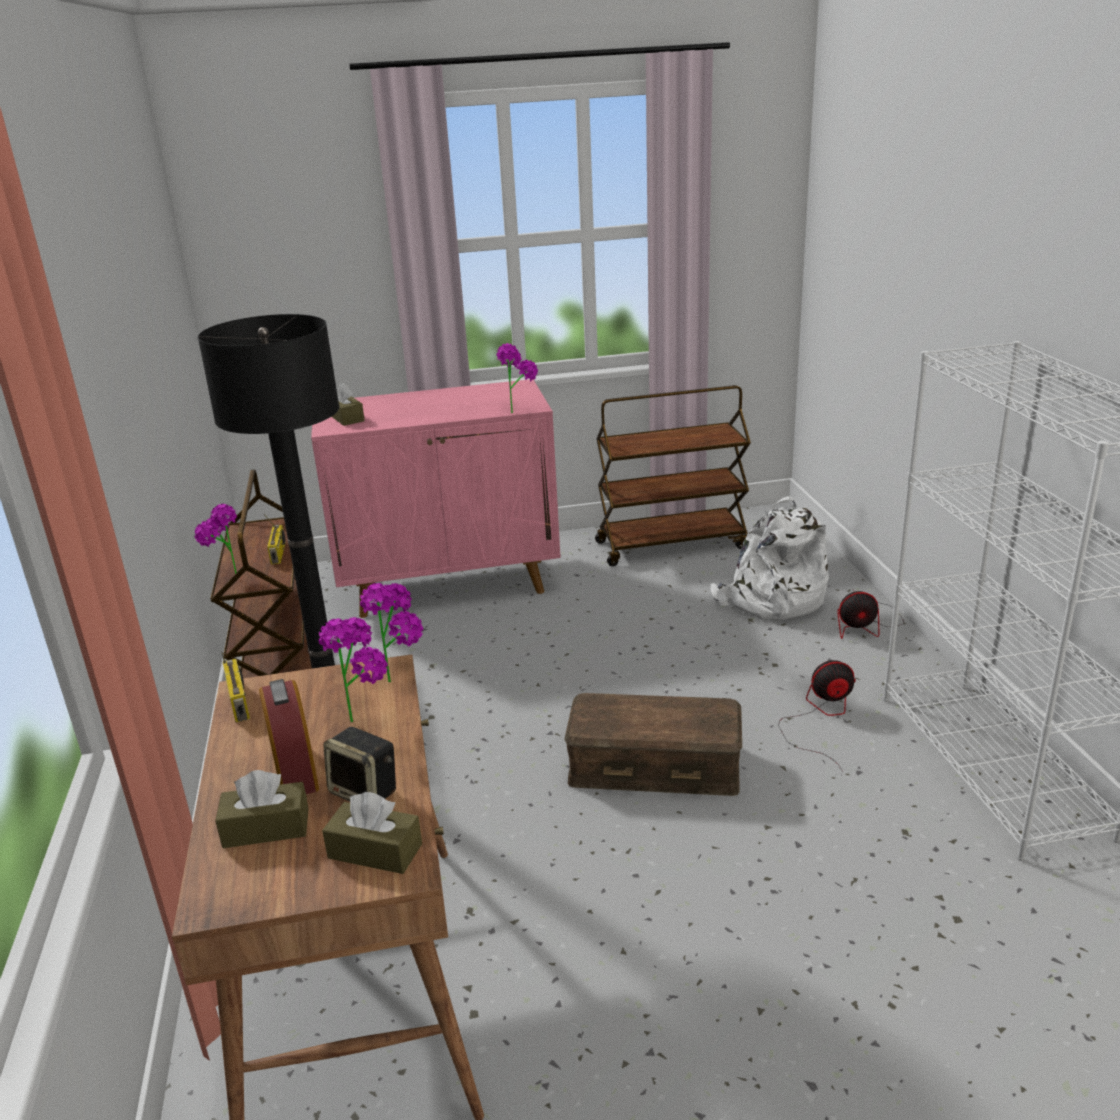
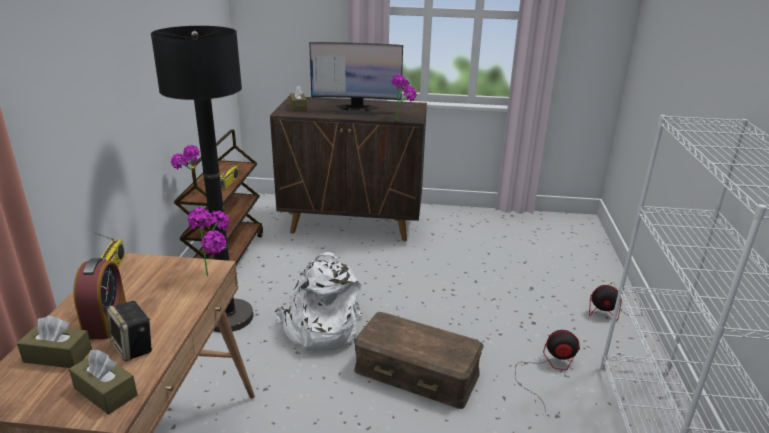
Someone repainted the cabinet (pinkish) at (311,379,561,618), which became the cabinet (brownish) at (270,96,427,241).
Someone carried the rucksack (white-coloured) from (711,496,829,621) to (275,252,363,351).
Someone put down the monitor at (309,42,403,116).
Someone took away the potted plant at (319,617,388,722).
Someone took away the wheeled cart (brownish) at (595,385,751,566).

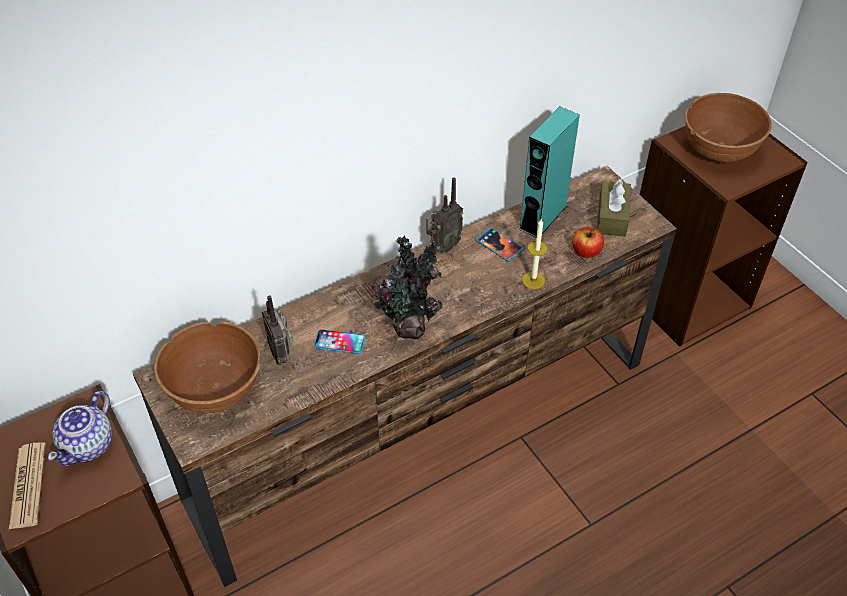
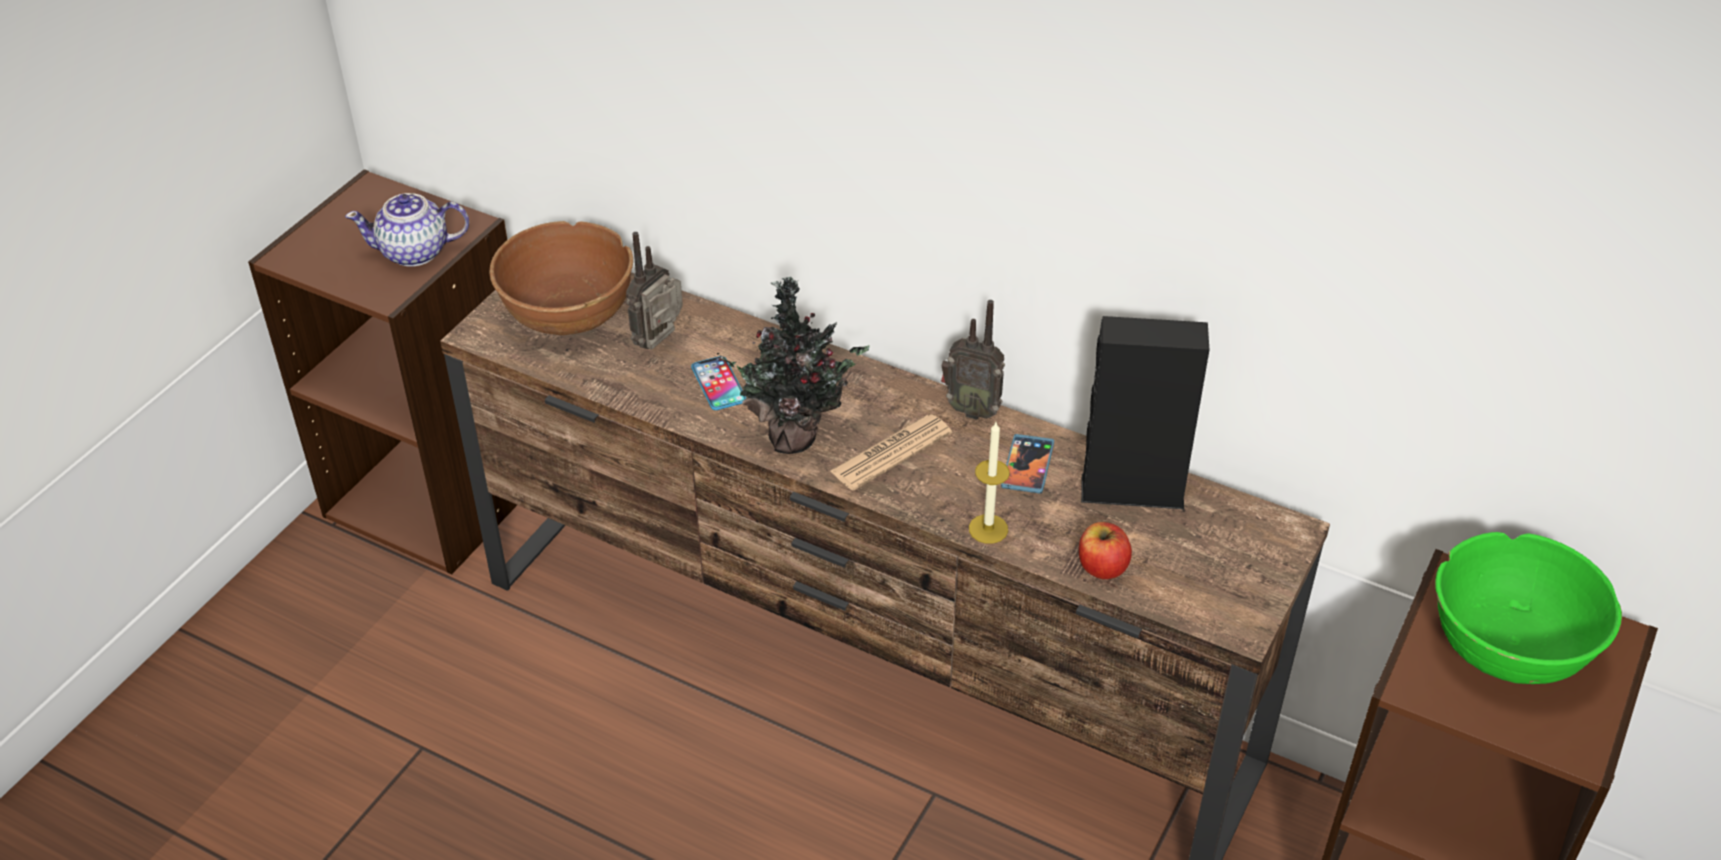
Someone carried the newspaper from (9,442,46,529) to (830,414,952,491).
Someone repainted the loudspeaker (blue-green) at (519,106,580,237), which became the loudspeaker (black-coloured) at (1081,316,1209,509).
Someone repainted the serving bowl (brownish) at (685,93,772,162), which became the serving bowl (green-coloured) at (1435,532,1622,684).
Someone took away the tissue holder (brownish) at (597,179,631,237).

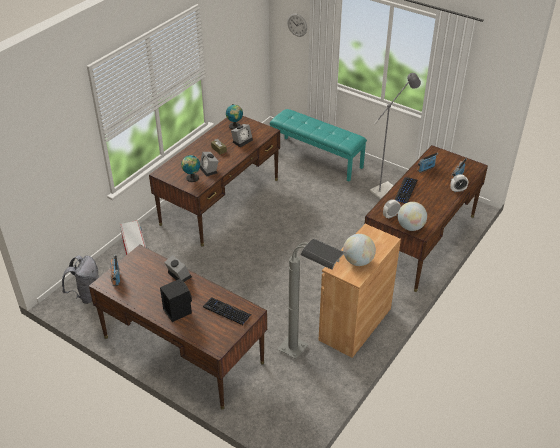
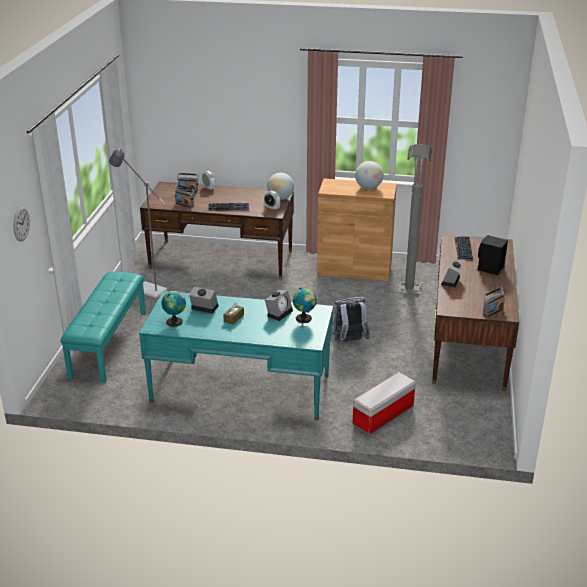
Someone repainted the desk (brownish) at (149,116,280,247), which became the desk (blue-green) at (139,291,333,421).
Someone carried the rucksack (grey) from (62,255,99,304) to (333,297,370,342).

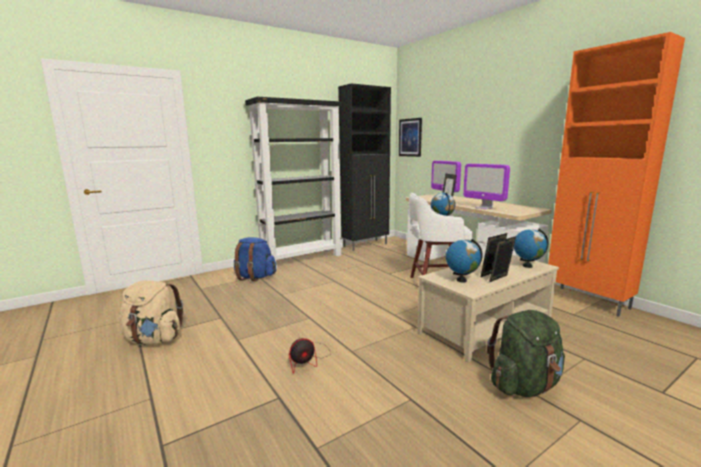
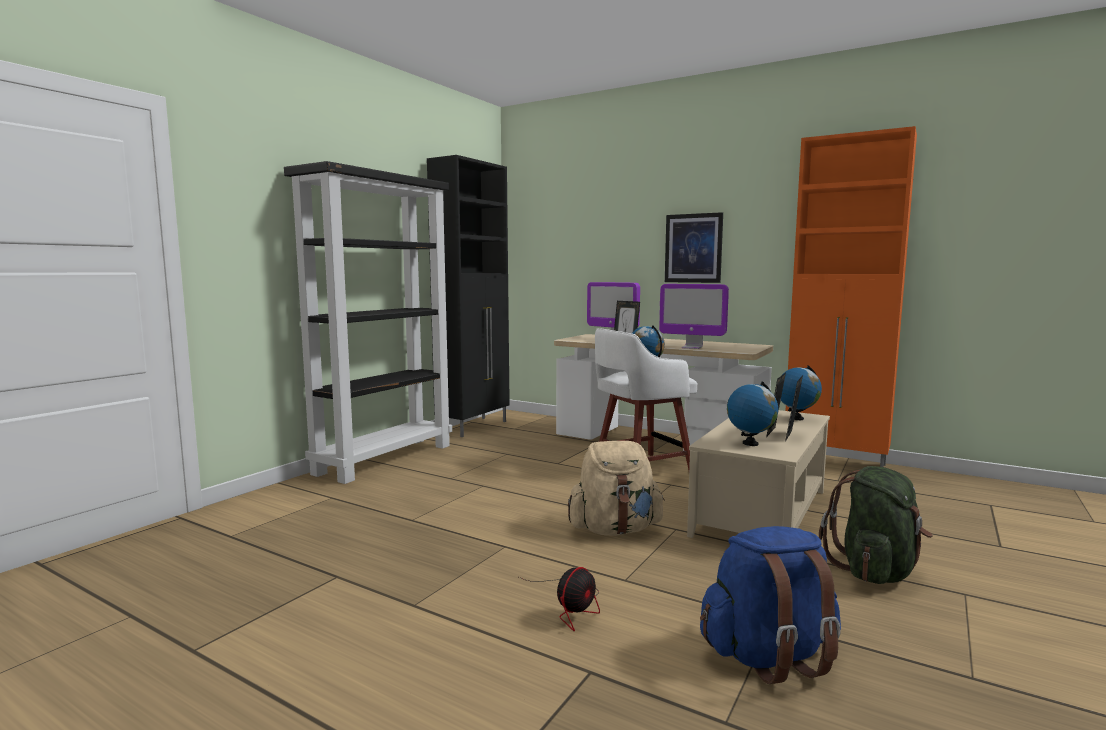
Someone carried the rucksack (beige) from (119,280,183,345) to (568,441,665,536).
Someone carried the wall art from (399,118,422,157) to (665,212,723,283).
Someone carried the rucksack (blue) from (234,237,276,281) to (700,526,841,684).

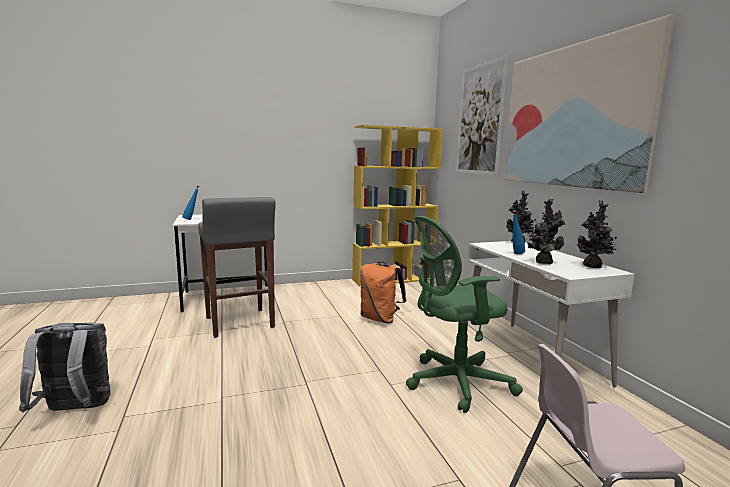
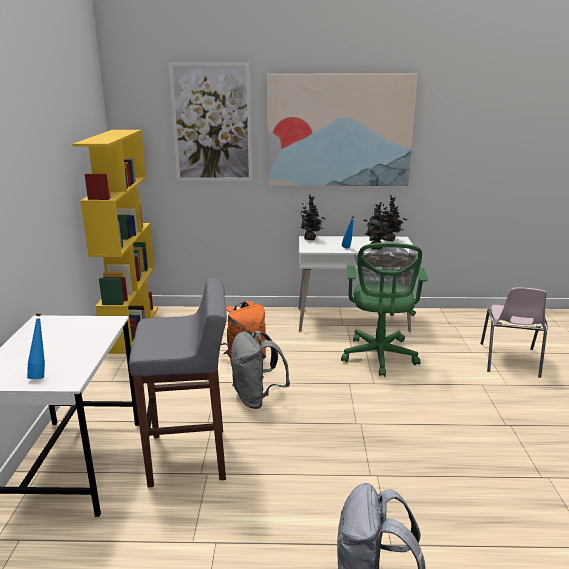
Someone put down the rucksack (grey) at (231,331,290,409).

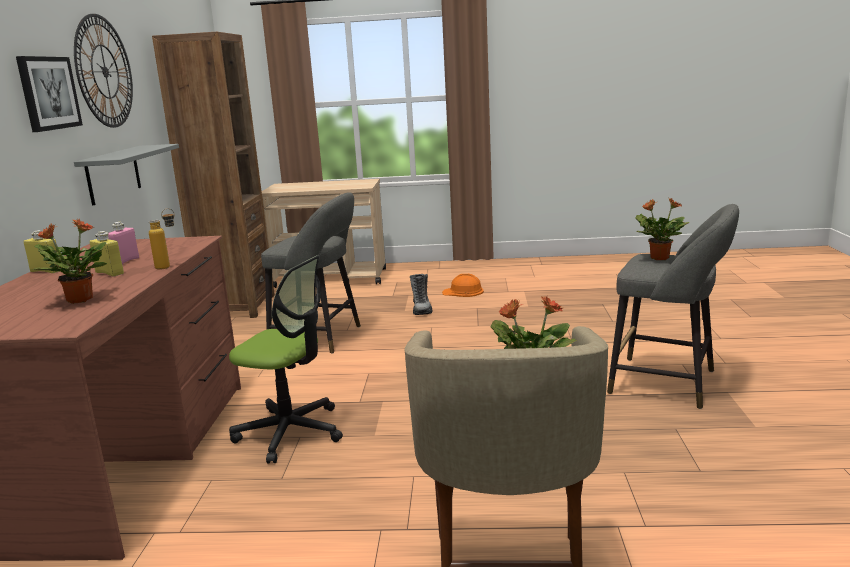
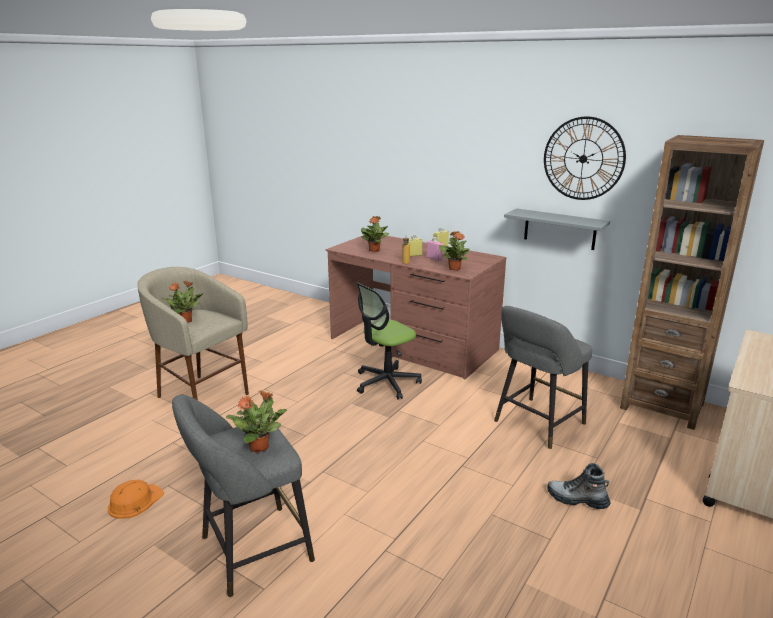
Someone carried the safety helmet (orangey) from (442,274,484,297) to (108,480,164,519).
Someone put down the potted plant at (439,231,470,271).
Someone took away the wall art at (16,56,83,132).

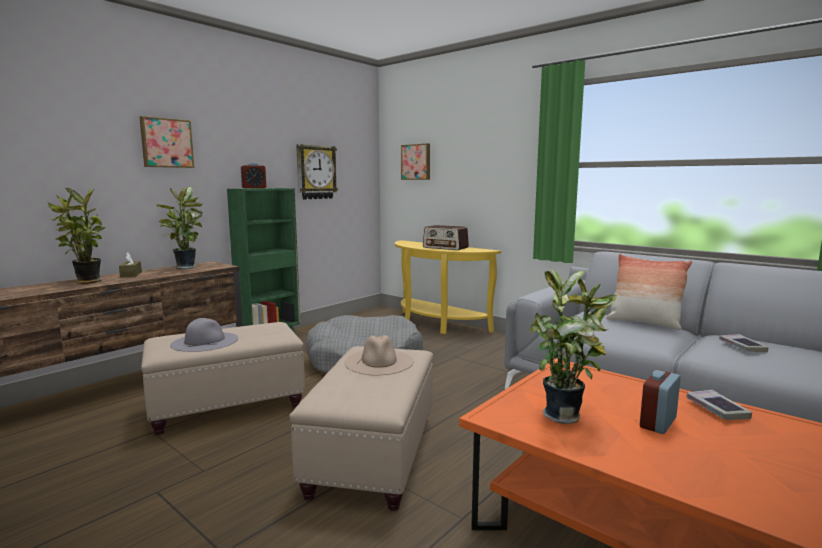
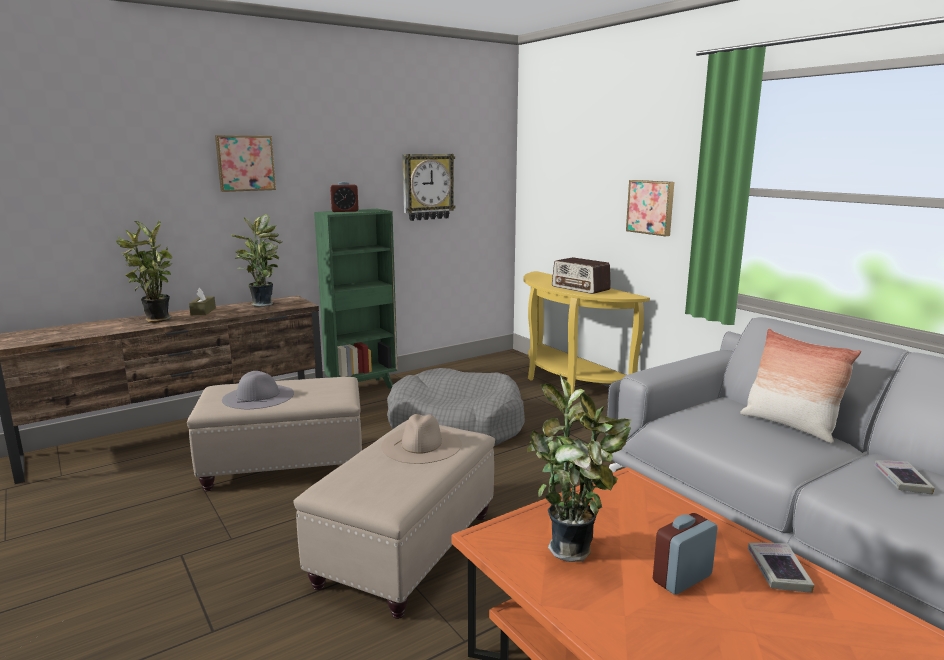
Someone carried the wall art from (401,143,430,180) to (626,180,674,236).

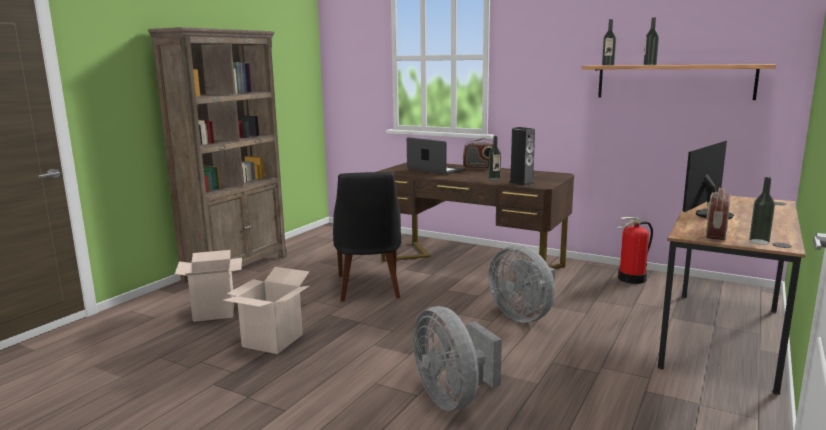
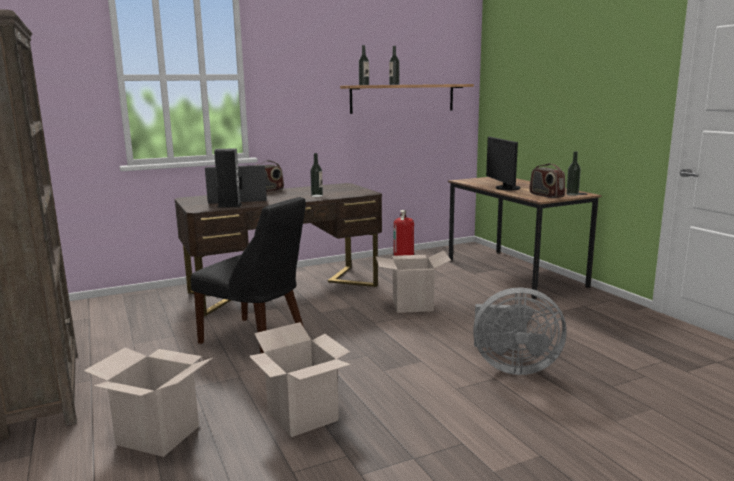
Someone carried the loudspeaker from (509,127,535,186) to (214,148,242,208).
Someone swapped the electric fan (grey) at (488,245,555,323) for the packing box at (376,251,451,313).

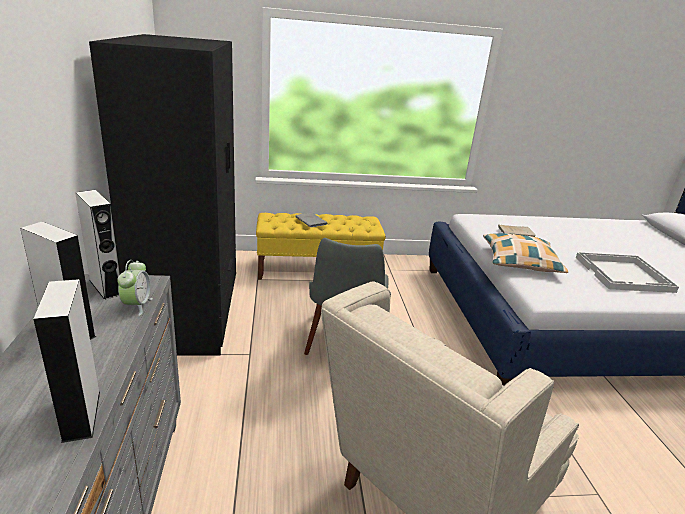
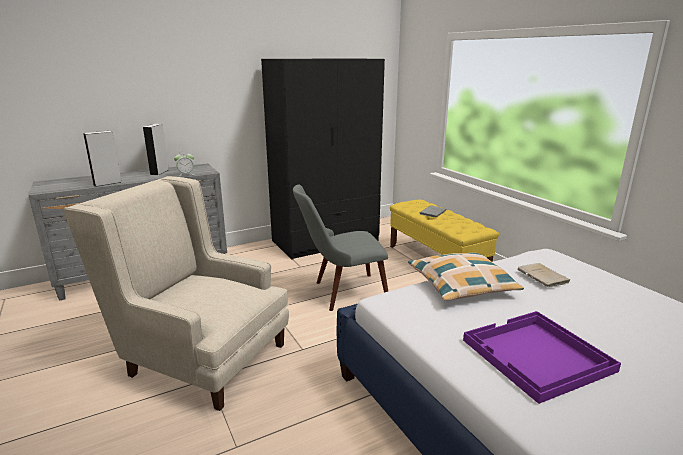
Someone repainted the serving tray (white-coloured) at (576,252,679,293), which became the serving tray (purple) at (463,311,621,404).
Someone took away the loudspeaker (grey) at (75,190,120,300).

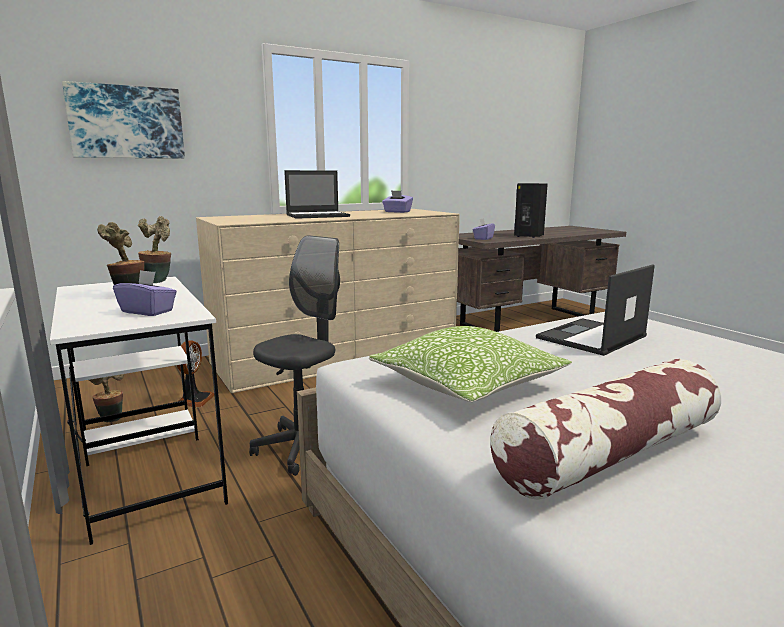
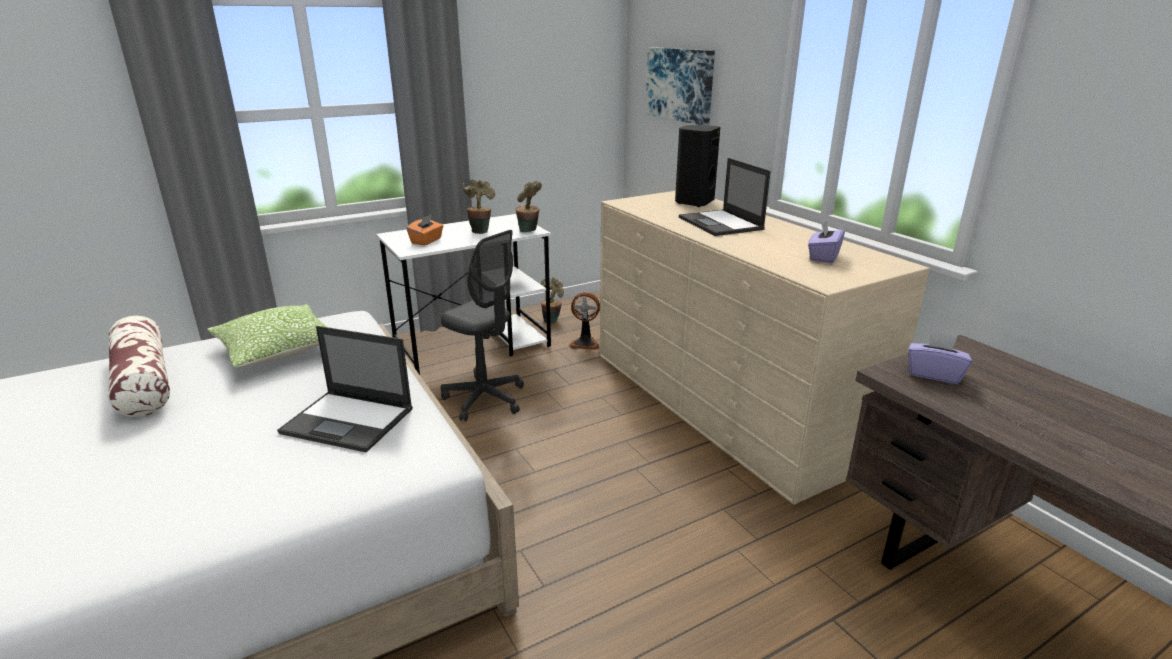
Someone rotated the portable computer at (536,264,655,356) by 150 degrees clockwise.
Someone repainted the tissue holder (purple) at (113,270,177,316), which became the tissue holder (orangey) at (407,215,443,245).
Someone carried the loudspeaker (black-coloured) from (514,183,548,238) to (675,125,720,207).

